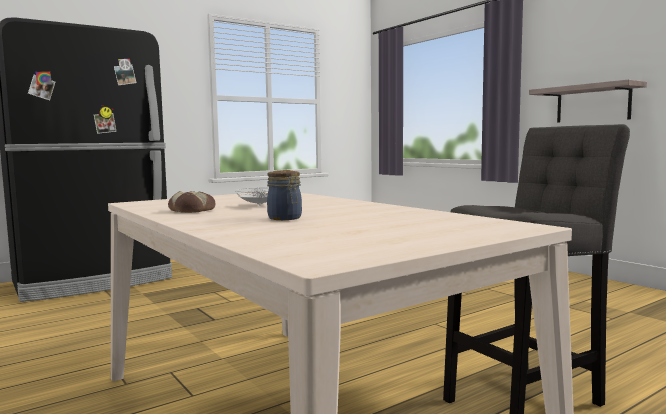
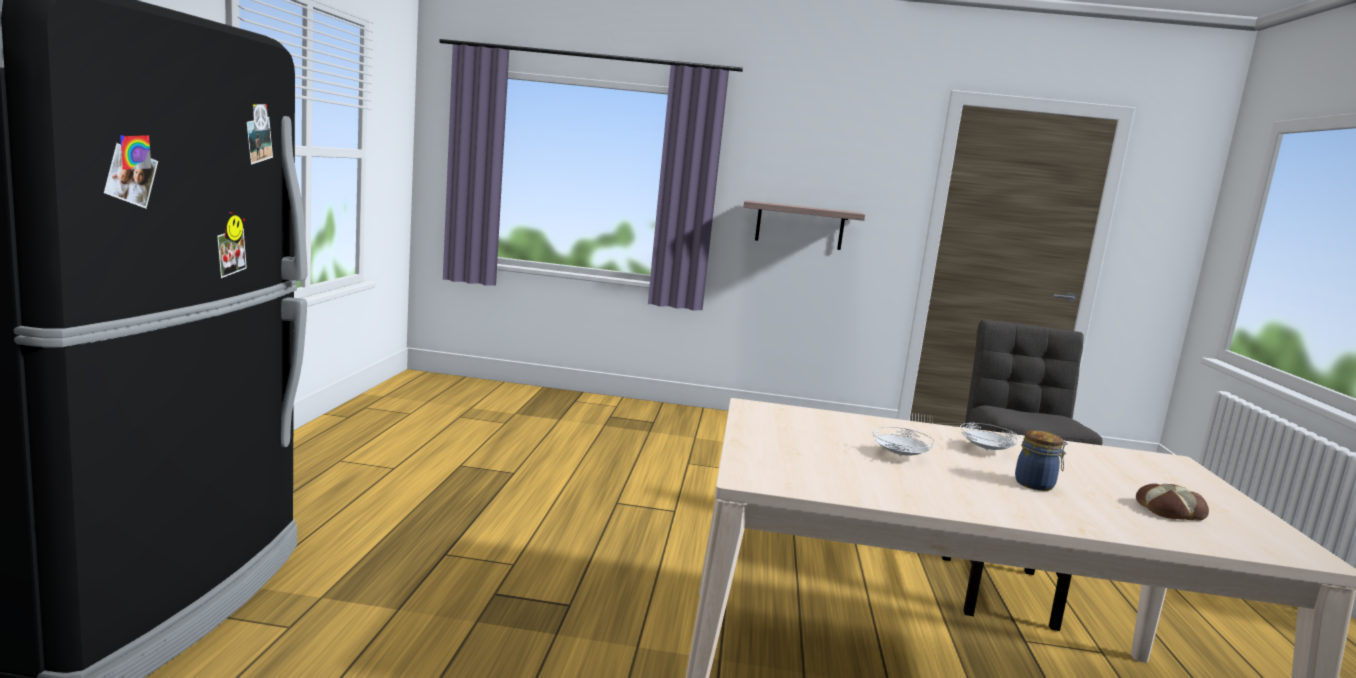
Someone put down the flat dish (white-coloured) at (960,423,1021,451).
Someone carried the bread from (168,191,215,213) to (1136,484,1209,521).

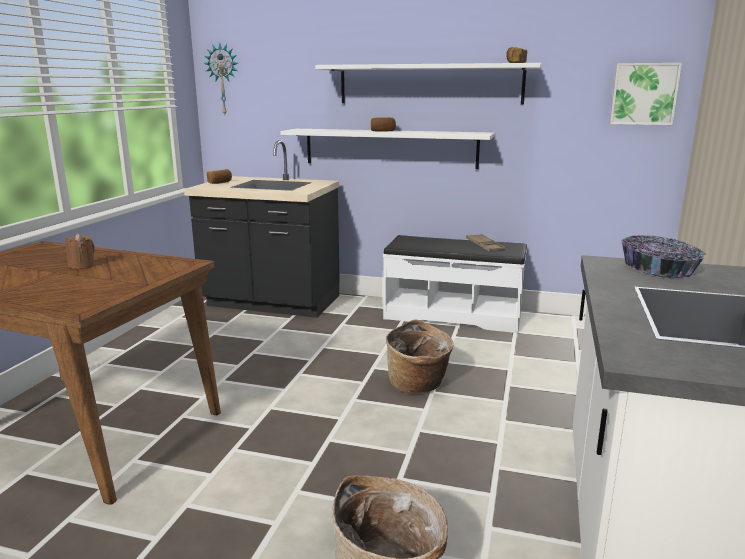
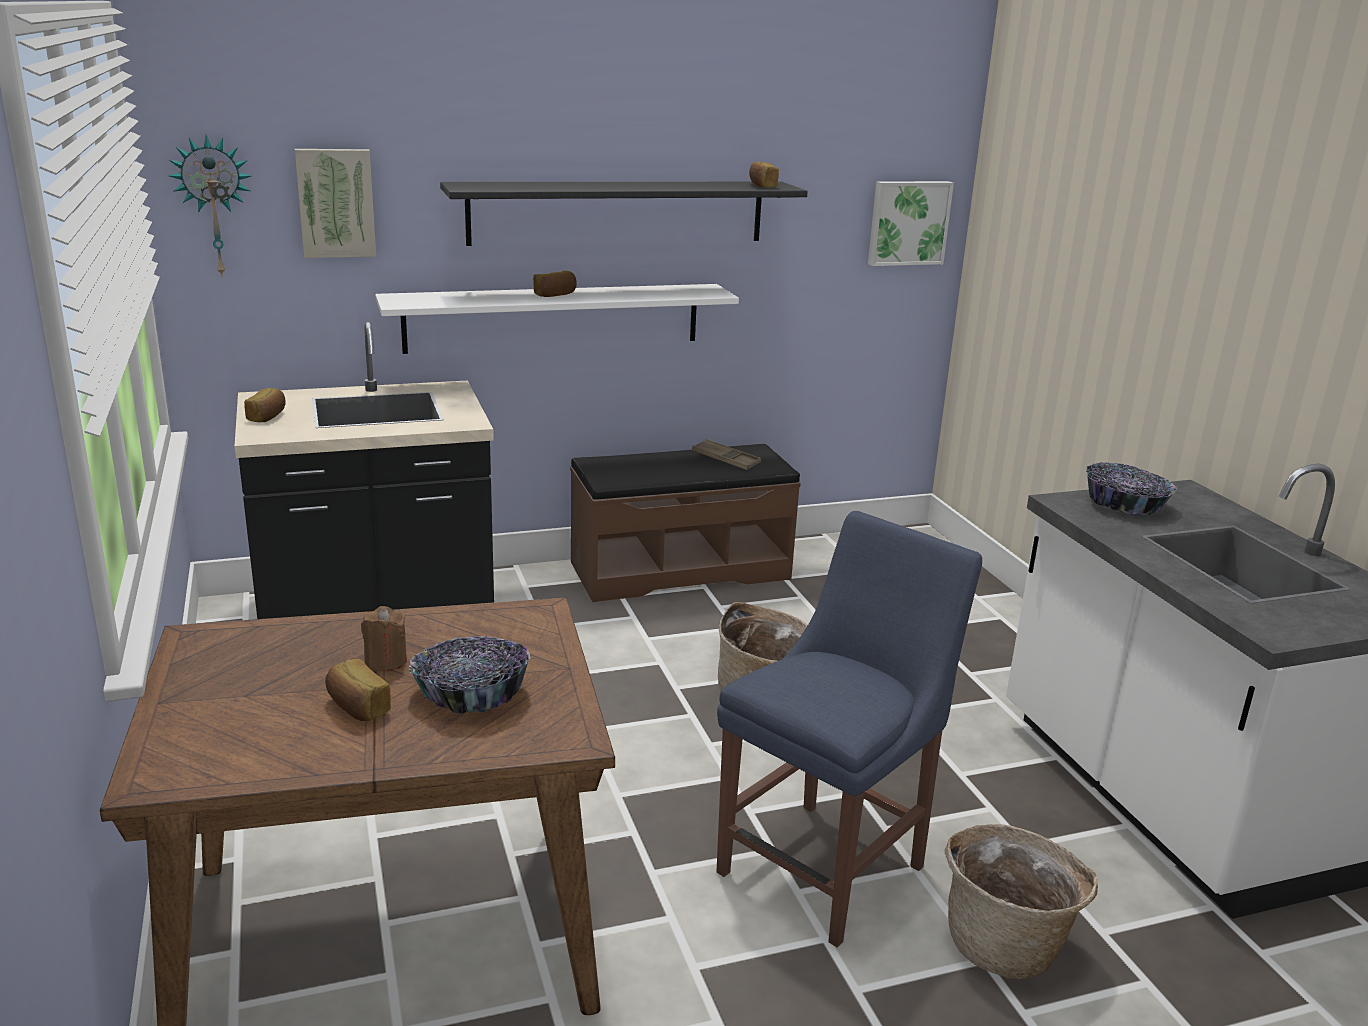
Someone put up the wall art at (295,149,376,258).
Someone put down the bread at (325,659,391,721).
Someone put down the serving bowl at (409,636,531,714).
Someone repainted the bracket shelf (white-coloured) at (315,63,542,105), which became the bracket shelf (black-coloured) at (440,182,808,246).
Someone repainted the indoor bench (white-coloured) at (383,235,527,333), which became the indoor bench (brownish) at (570,444,801,602).
Someone put down the chair (blue) at (716,511,982,947).

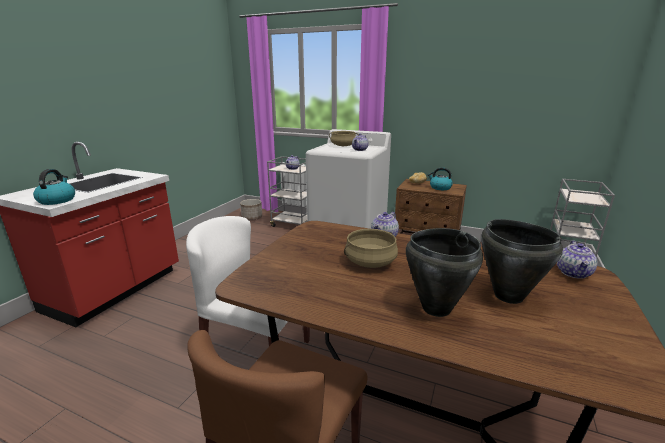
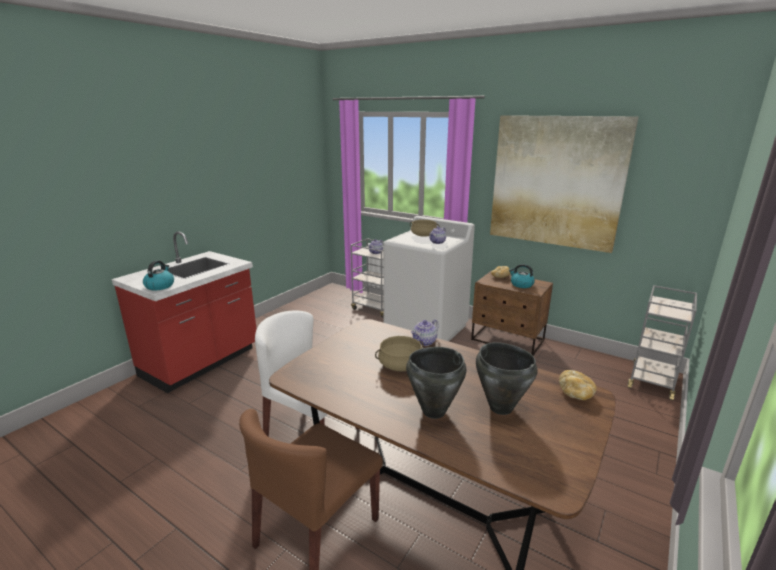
Someone put up the wall art at (490,115,639,253).
Someone swapped the teapot at (557,240,597,279) for the bread at (559,370,597,400).
Someone took away the flower pot at (240,199,262,220).

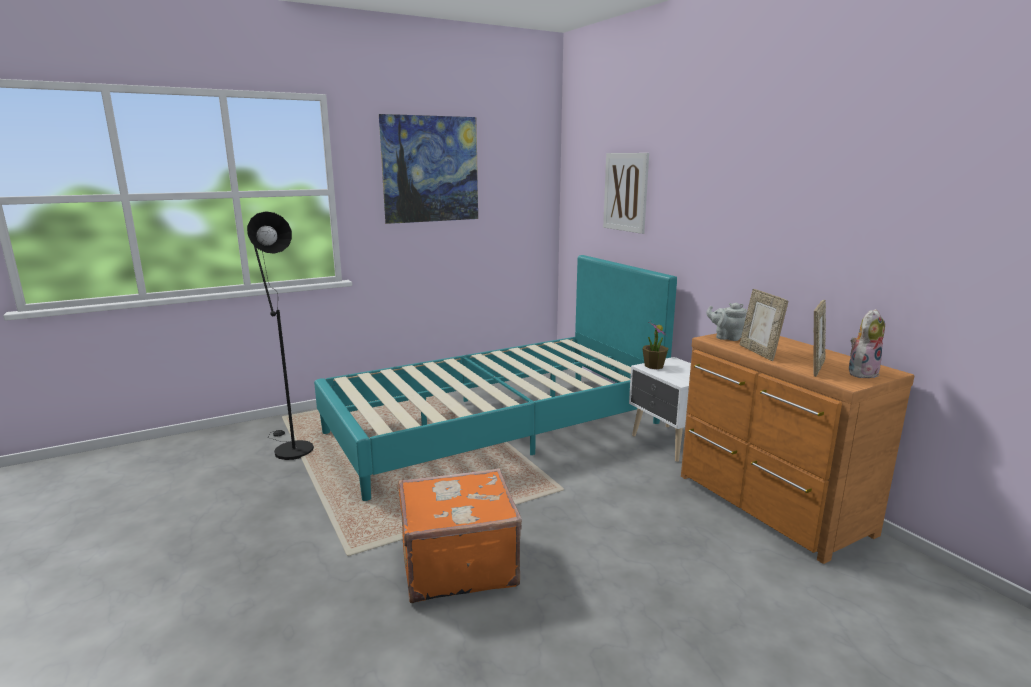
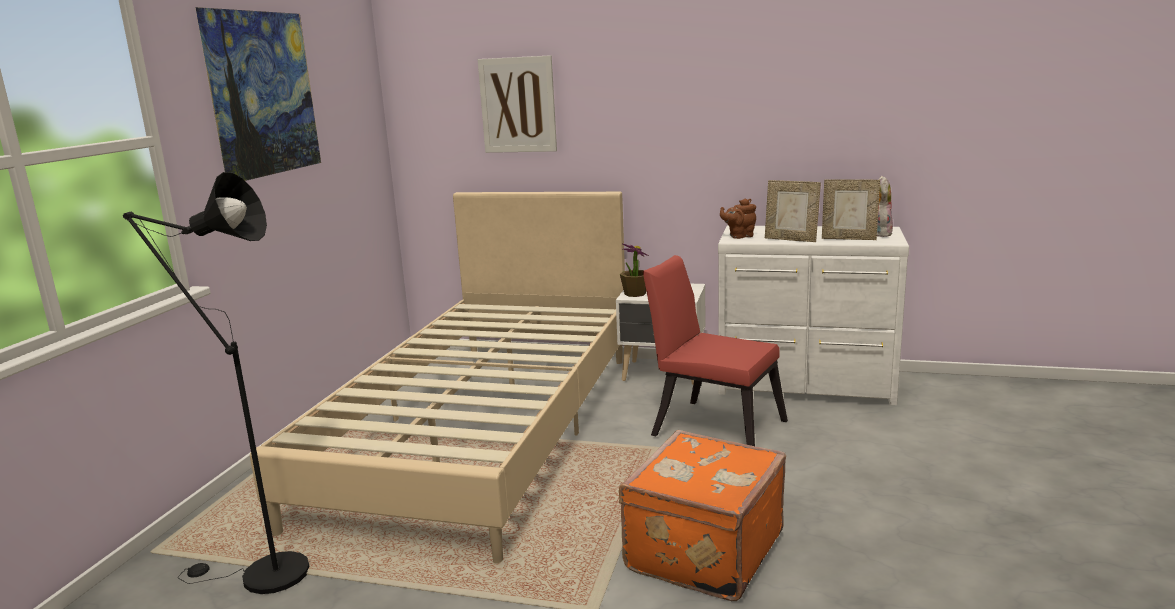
Someone repainted the sleeping bed (blue-green) at (314,255,677,501), which became the sleeping bed (beige) at (250,192,625,564).
Someone put down the chair (red) at (643,255,788,446).
Someone repainted the chest of drawers (brownish) at (681,333,914,564), which became the chest of drawers (white-coloured) at (718,226,909,405).
Someone repainted the teapot (grey) at (706,303,747,341), which became the teapot (brownish) at (720,199,756,239).
Someone rotated the standing frame at (813,300,826,377) by 120 degrees clockwise.

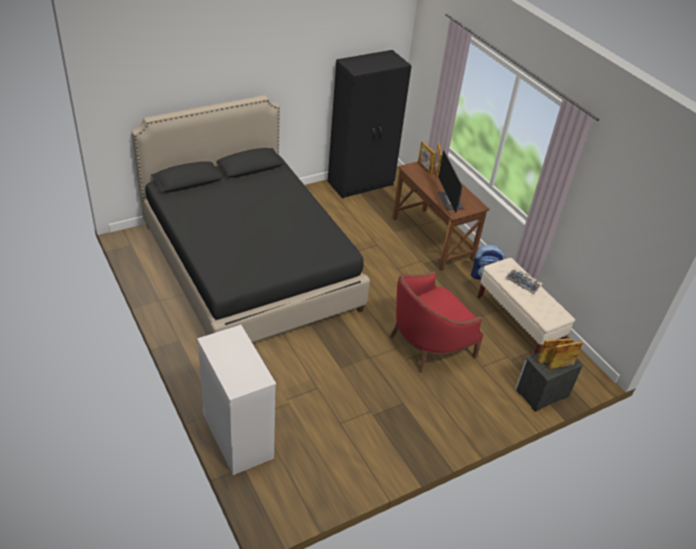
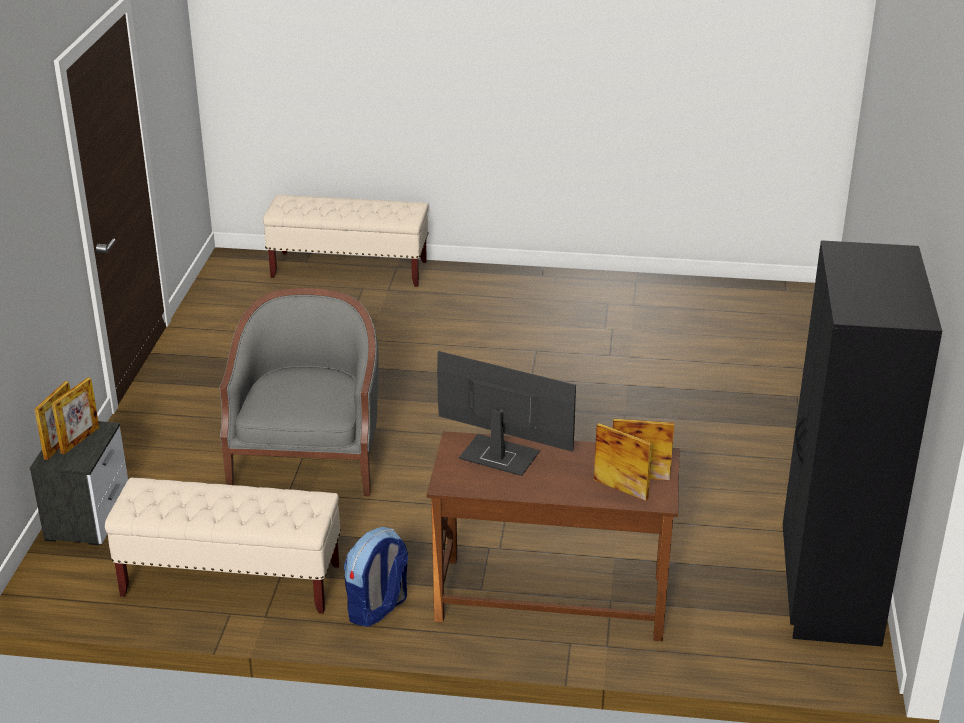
Someone repainted the easy chair (red) at (390,271,484,372), which became the easy chair (grey) at (219,288,379,496).
Someone swapped the chest of drawers (white-coloured) at (197,325,276,475) for the indoor bench (beige) at (263,195,429,287).
Someone took away the sleeping bed (black-coloured) at (132,95,370,342).
Someone took away the keyboard at (506,268,543,294).

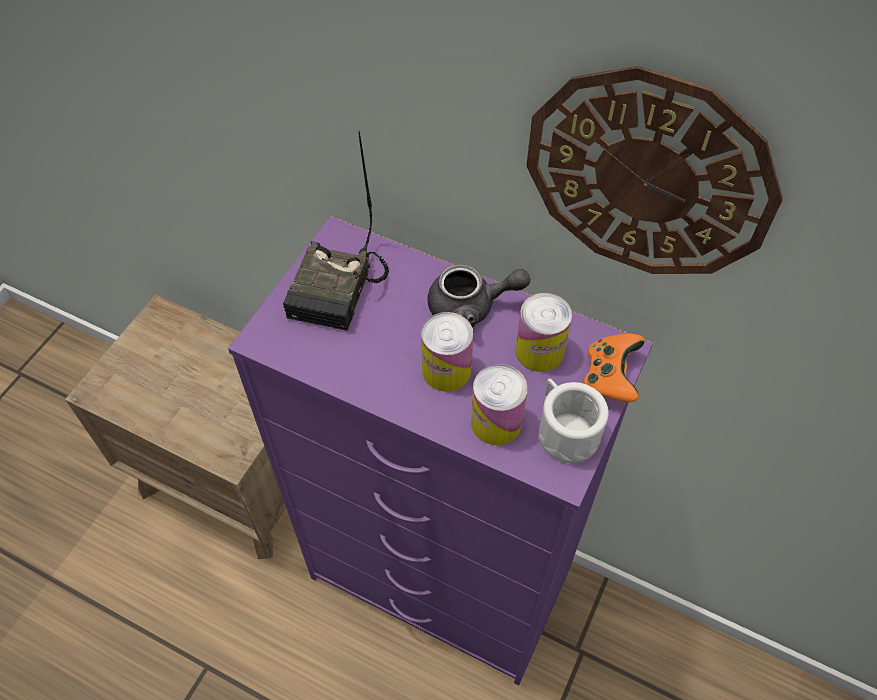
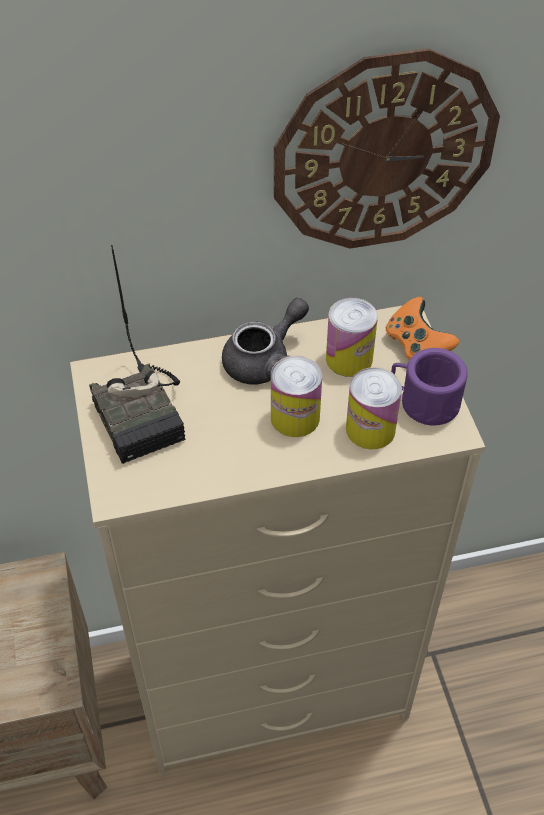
Someone repainted the chest of drawers (purple) at (228,216,653,686), which became the chest of drawers (beige) at (70,305,485,776).
Someone repainted the tea mug (white-coloured) at (539,379,609,463), which became the tea mug (purple) at (391,348,468,425).

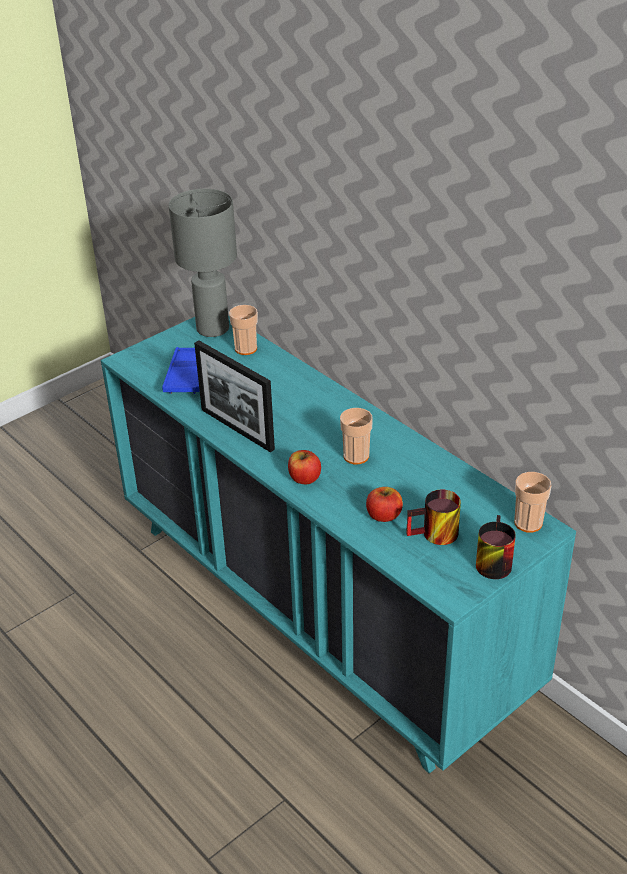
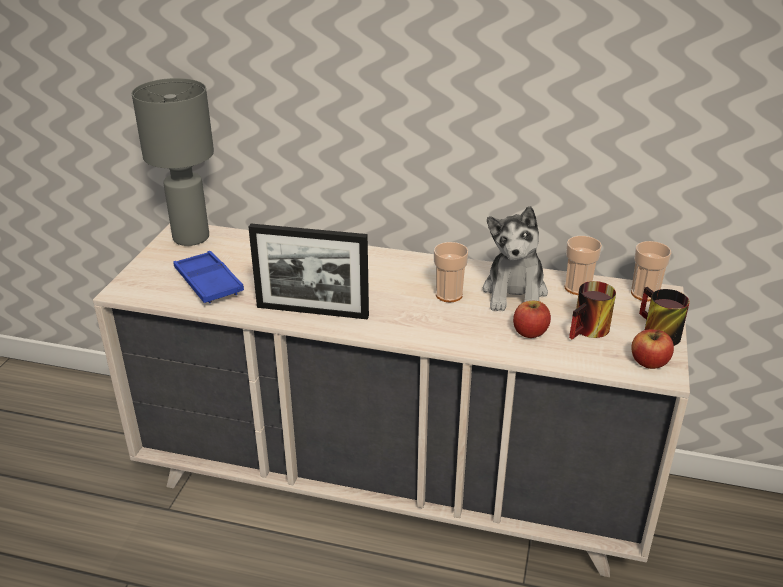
Someone repainted the chest of drawers (blue-green) at (101,315,576,774), which became the chest of drawers (beige) at (93,223,690,577).
Someone put down the plush toy at (483,206,548,311).
Someone carried the drinking cup from (229,305,258,355) to (565,236,602,295).
Someone carried the whole apple from (288,450,321,484) to (632,329,674,369).

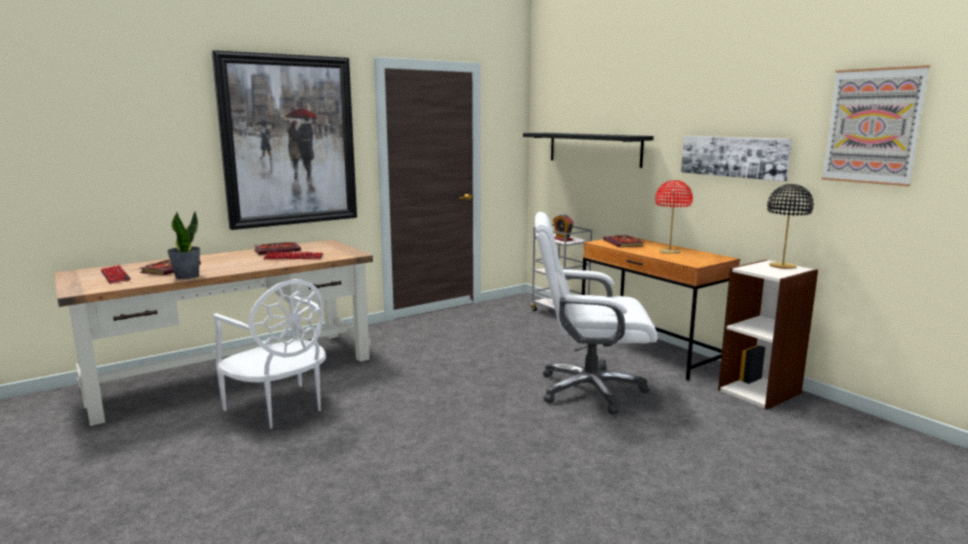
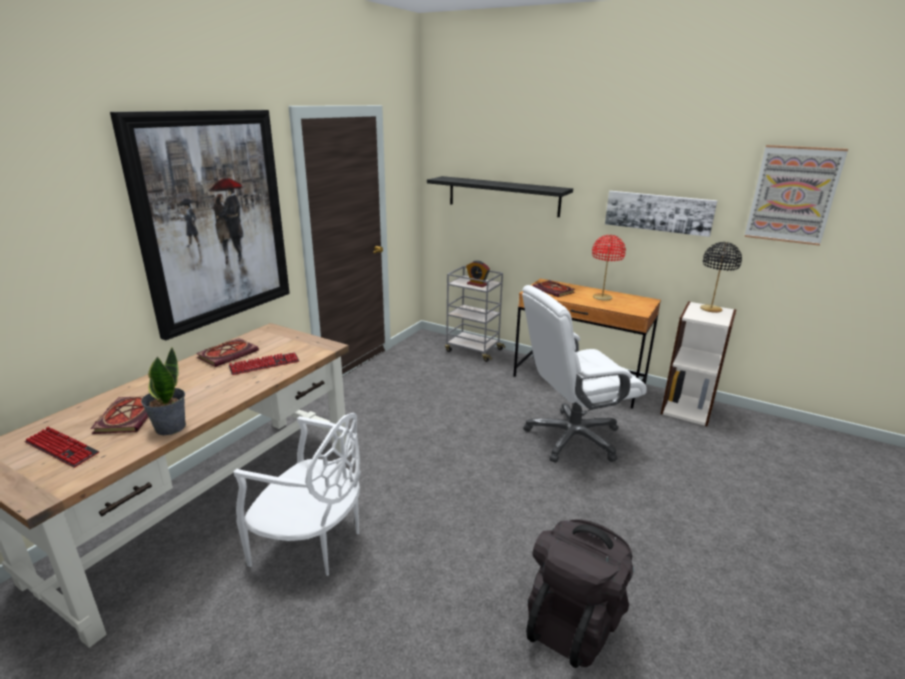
Someone put down the rucksack (black-coloured) at (526,519,633,668).

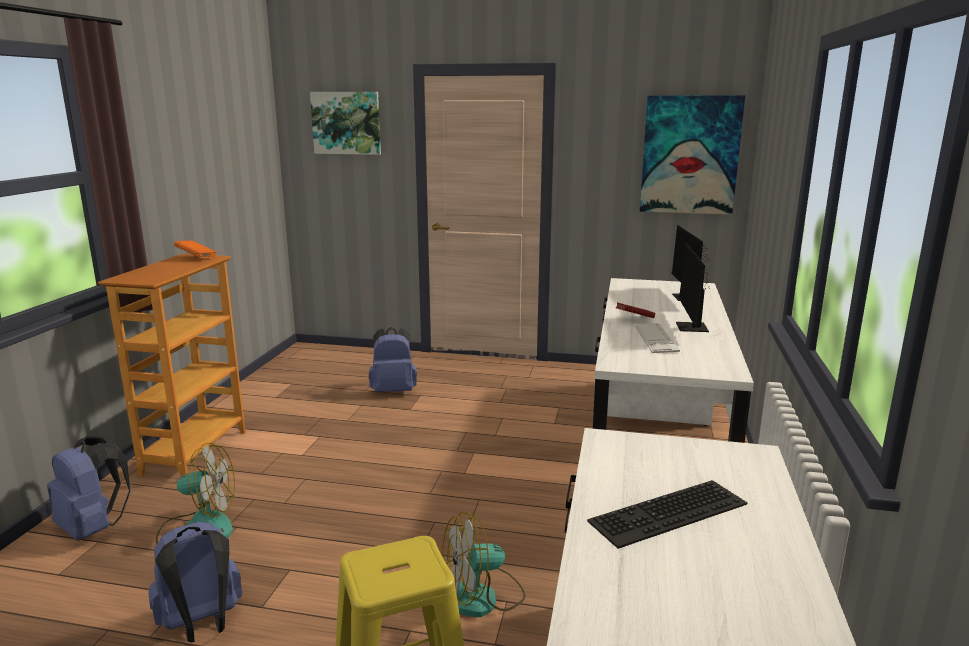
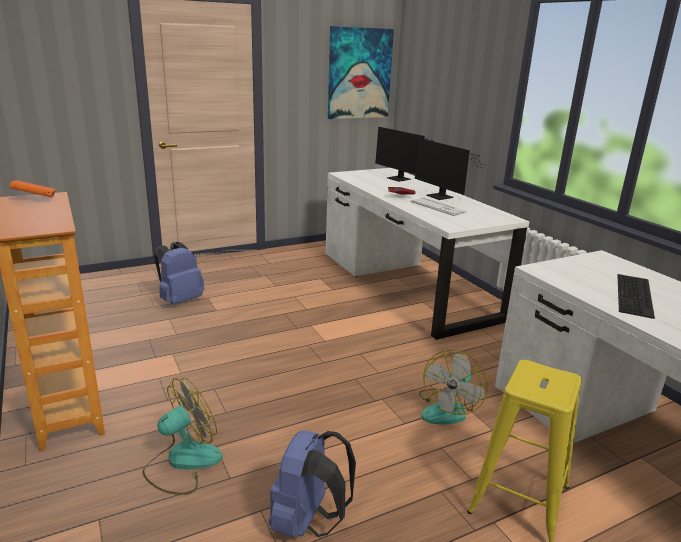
Someone took away the rucksack (blue) at (47,436,131,541).
Someone took away the wall art at (310,92,381,155).

